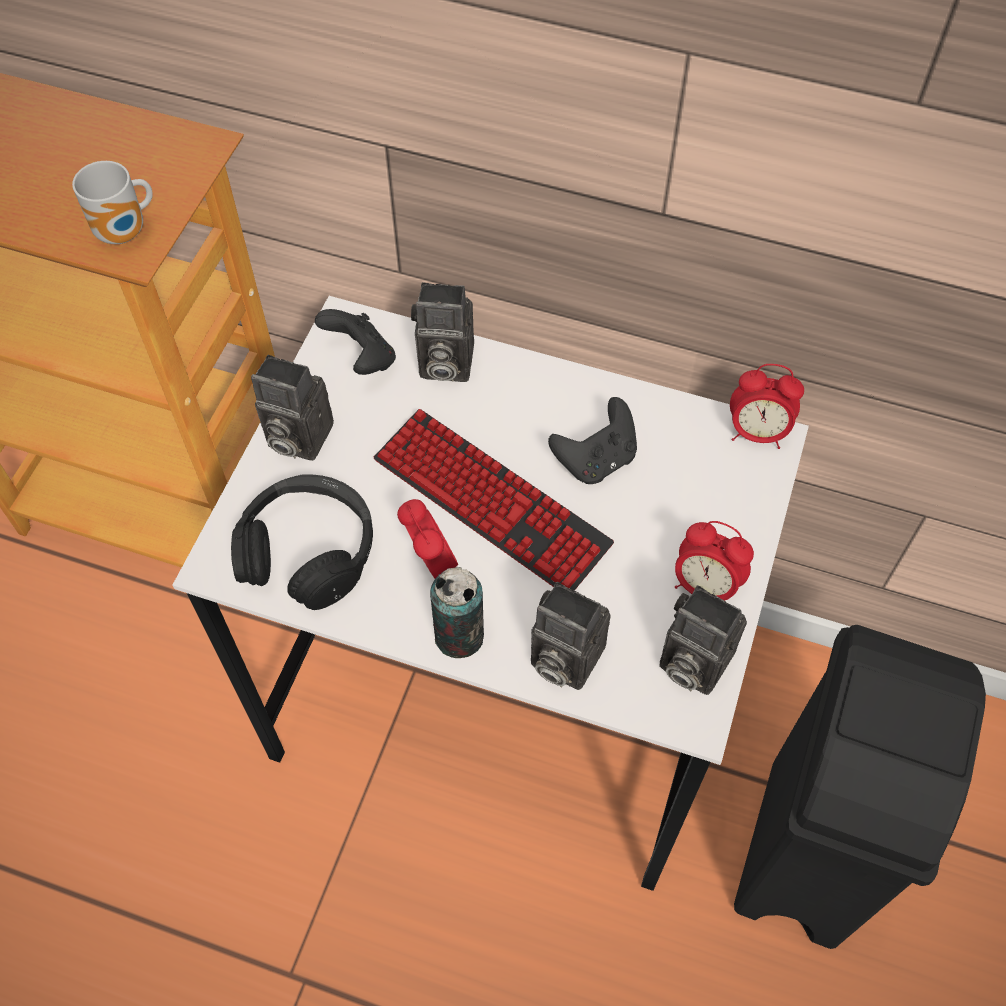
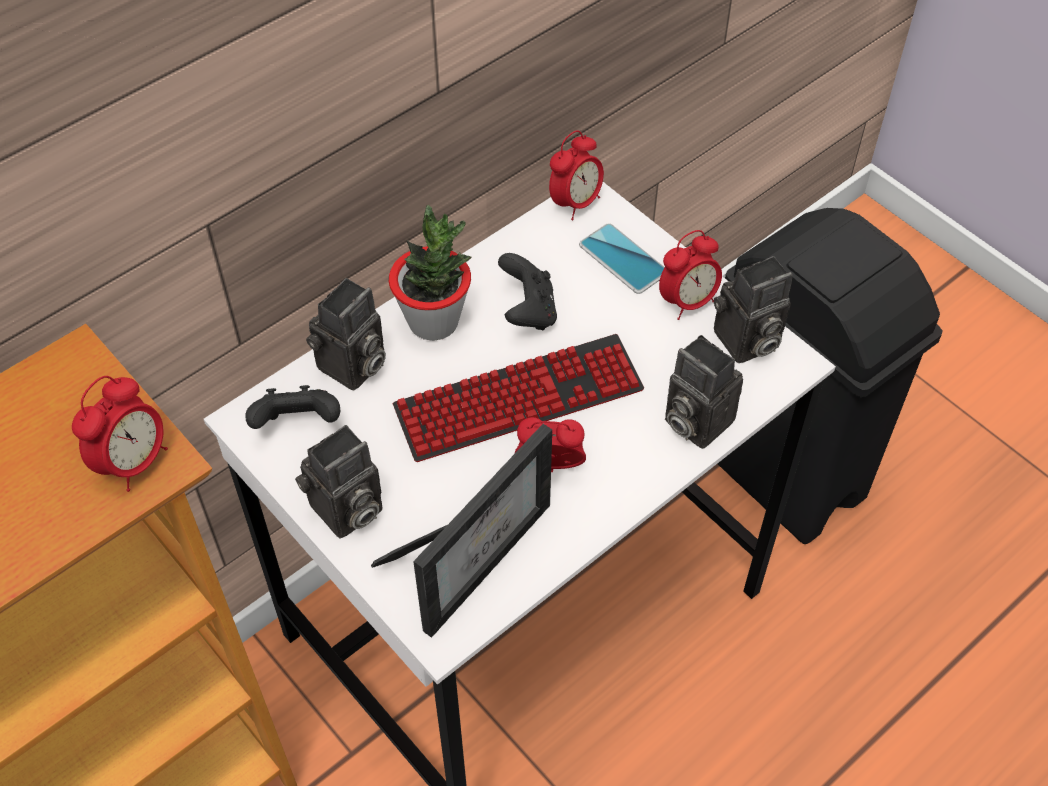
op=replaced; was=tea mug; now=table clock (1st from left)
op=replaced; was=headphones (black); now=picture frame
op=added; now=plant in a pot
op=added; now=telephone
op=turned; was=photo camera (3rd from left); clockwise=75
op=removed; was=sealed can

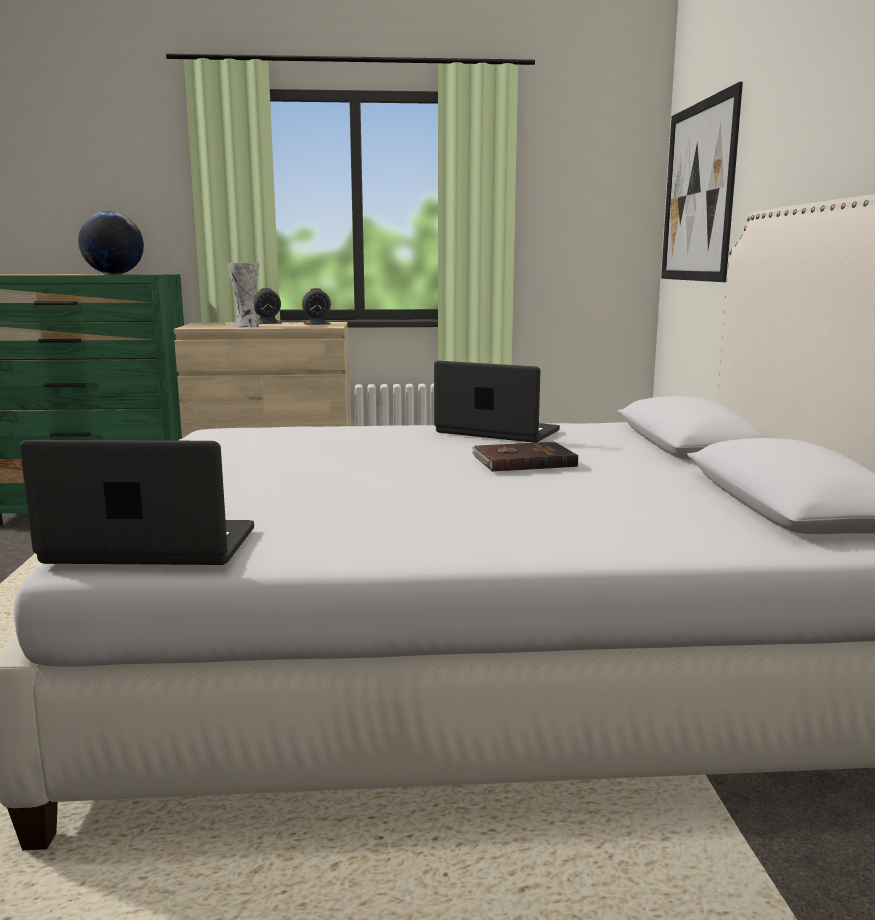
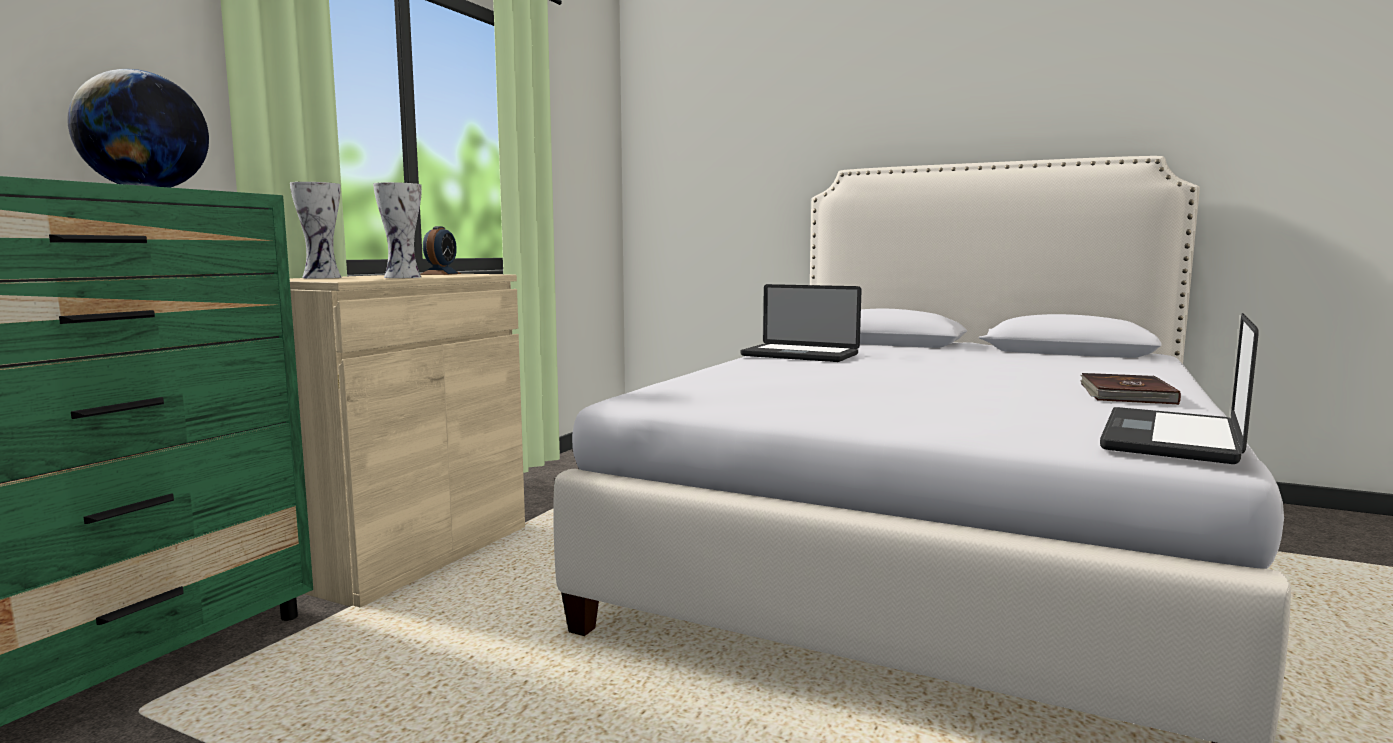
op=added; now=vase (1st from left)
op=turned; was=laptop (2nd from left in the first image); clockwise=-120
op=moved; was=volume (brown)
op=removed; was=table clock (1st from left)
op=removed; was=wall picture

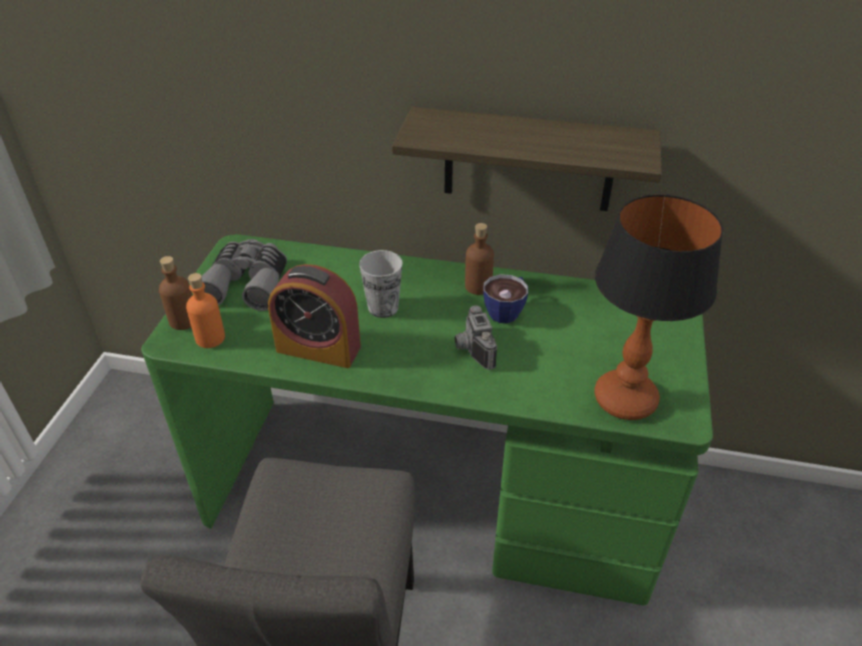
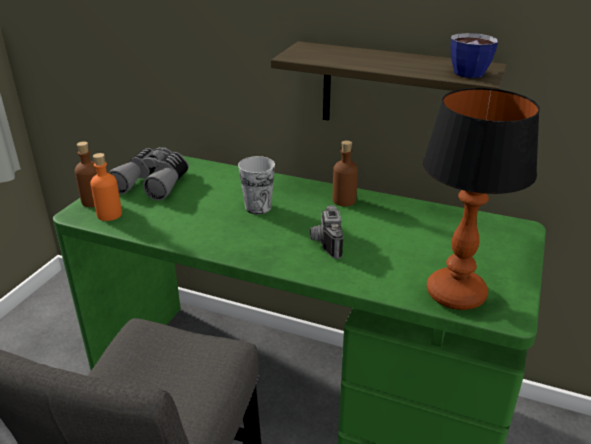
op=moved; was=small cup (2nd from left)
op=removed; was=table clock

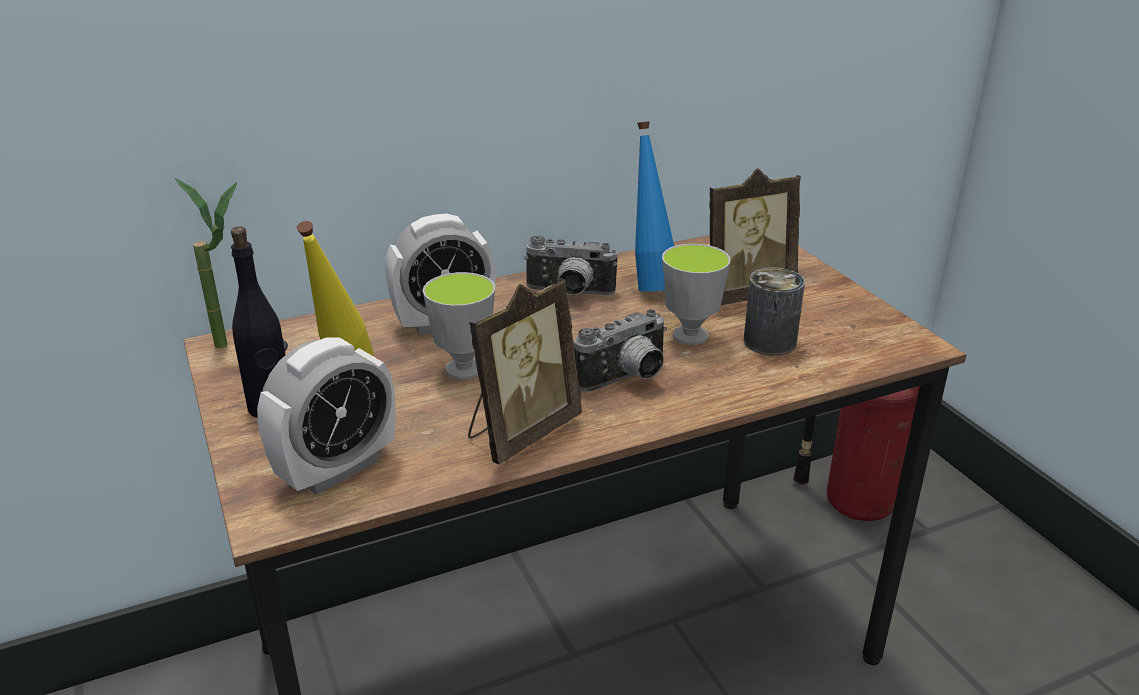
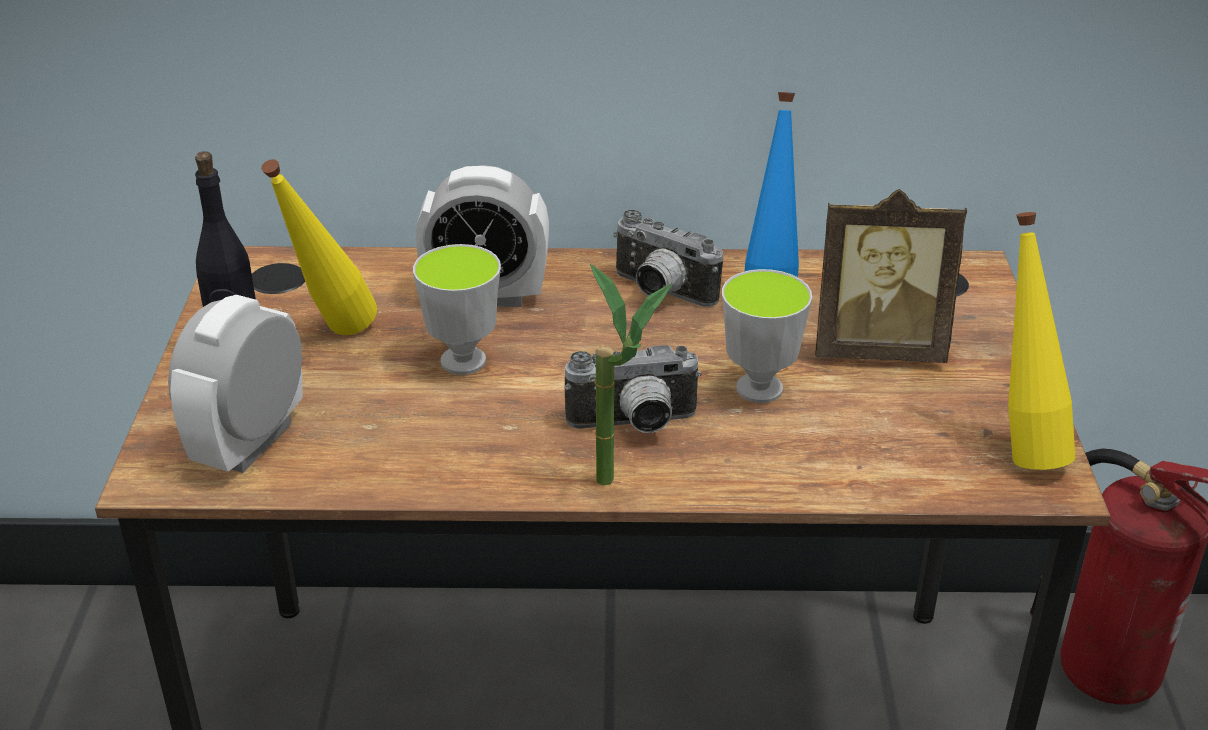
op=turned; was=table clock (1st from left); clockwise=135
op=moved; was=plant in a pot
op=added; now=bottle (yellow-coloured) (2nd from left)
op=removed; was=picture frame (1st from left)
op=removed; was=sealed can

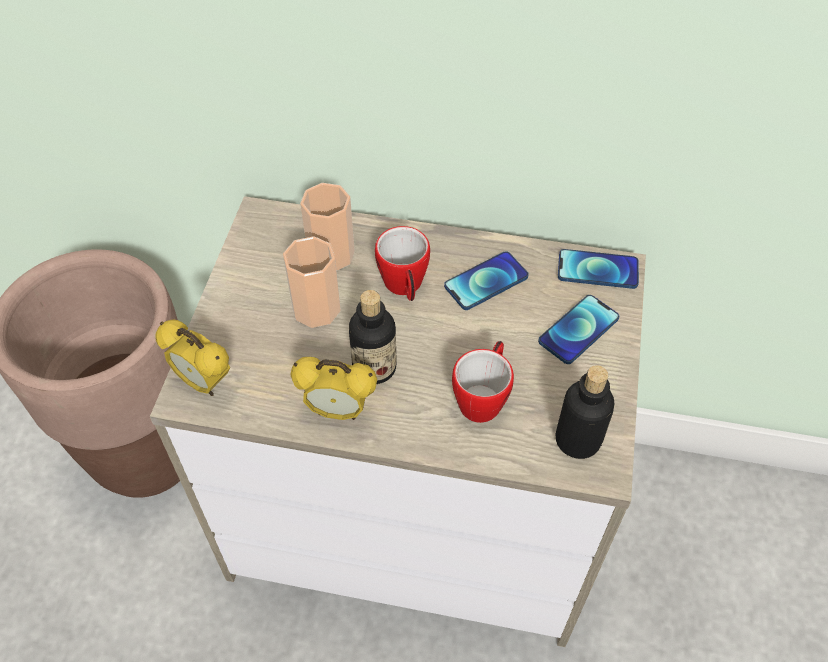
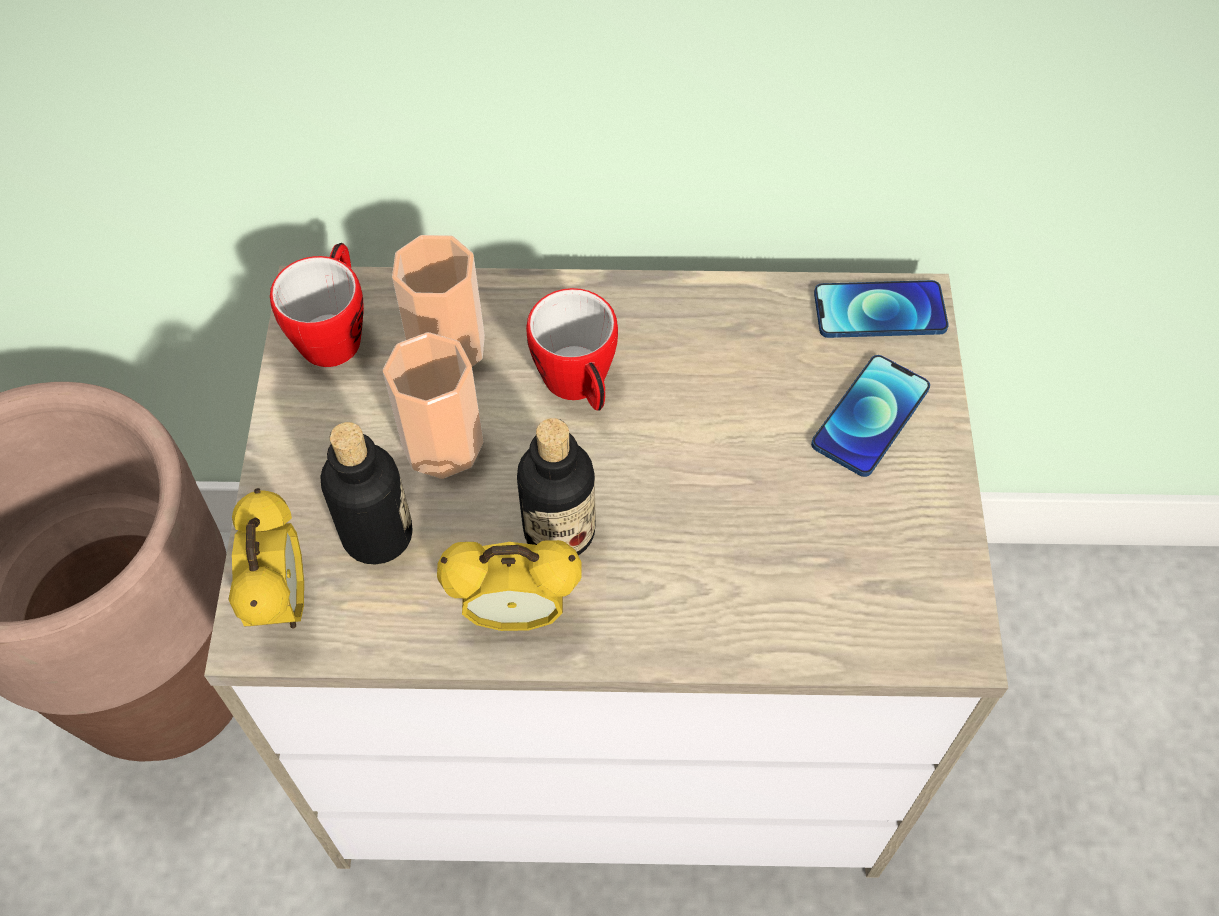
op=turned; was=table clock (1st from left); clockwise=-120
op=moved; was=tea mug (2nd from left in the first image); now=tea mug (1st from left)
op=moved; was=bottle (2nd from left in the first image); now=bottle (1st from left)
op=removed; was=telephone (1st from left)

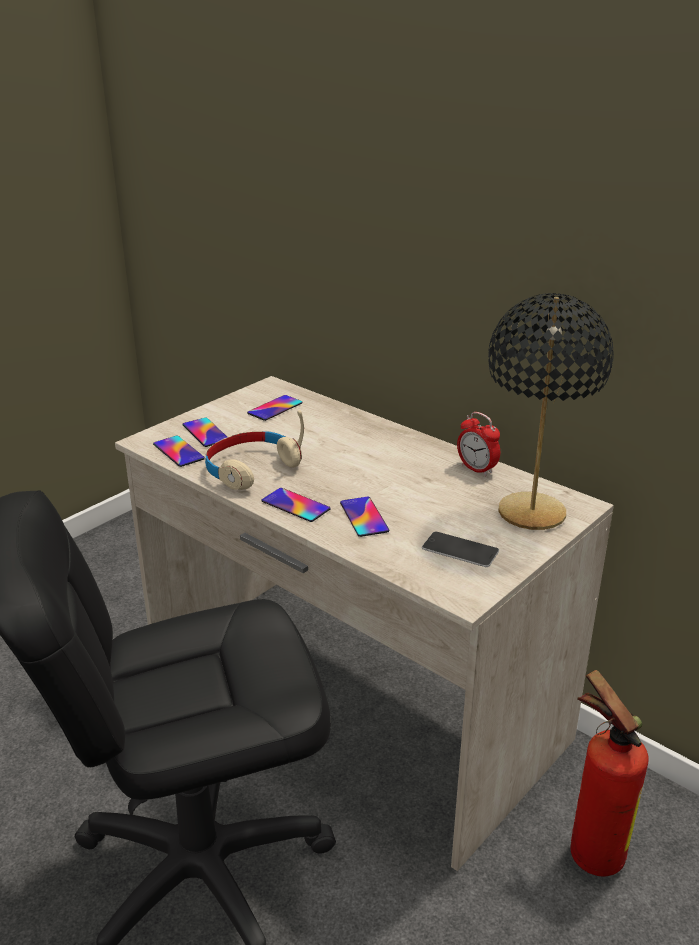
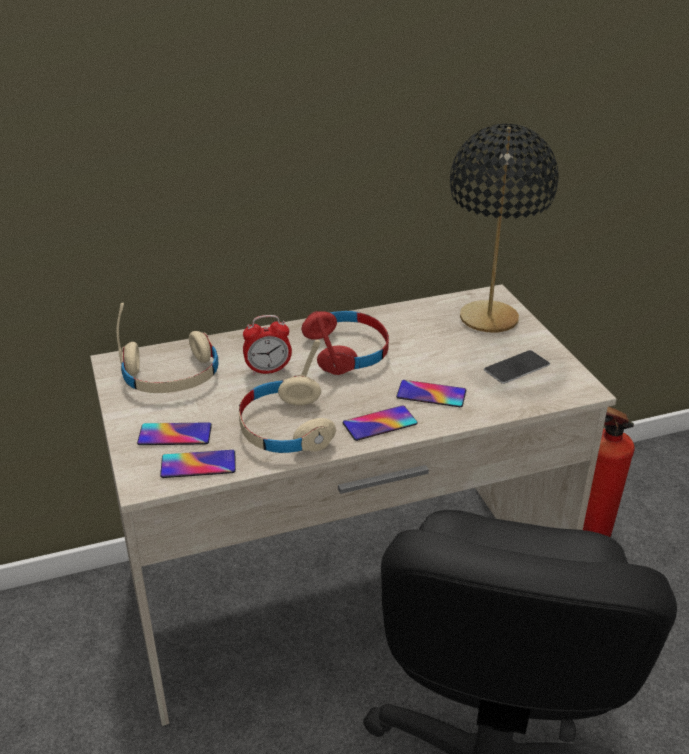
op=replaced; was=telephone (3rd from left); now=headphones (sand-coloured) (1st from left)
op=moved; was=table clock
op=added; now=headphones (reddish)

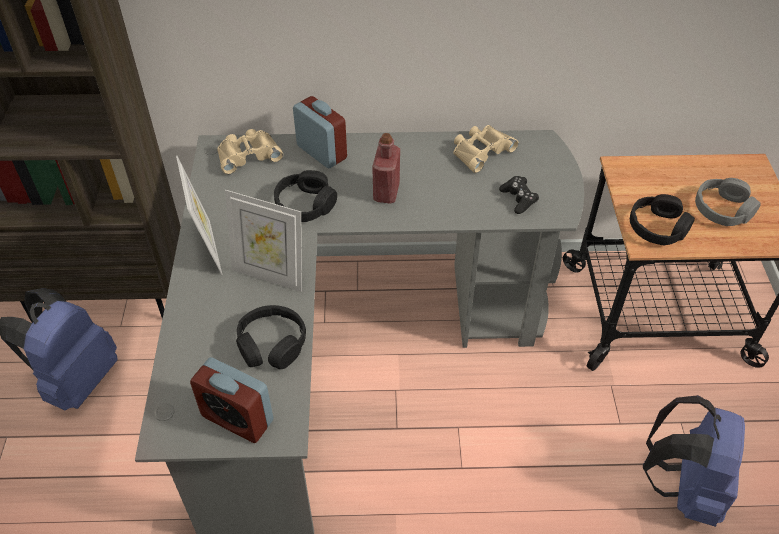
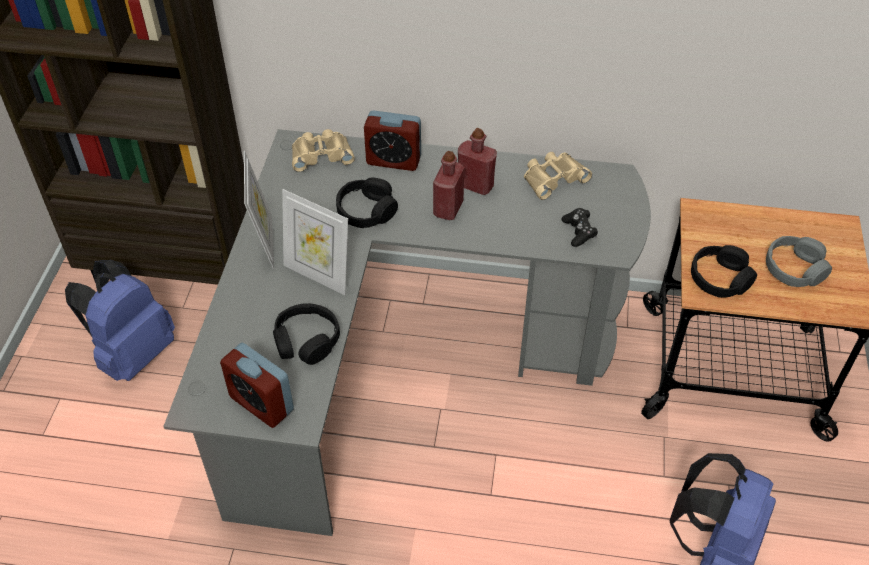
op=turned; was=table clock (2nd from left); clockwise=135
op=added; now=bottle (reddish) (2nd from left)

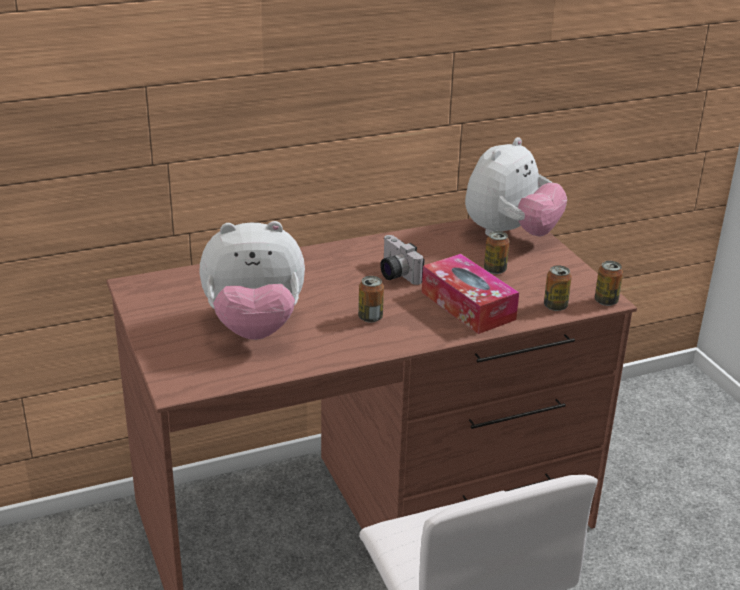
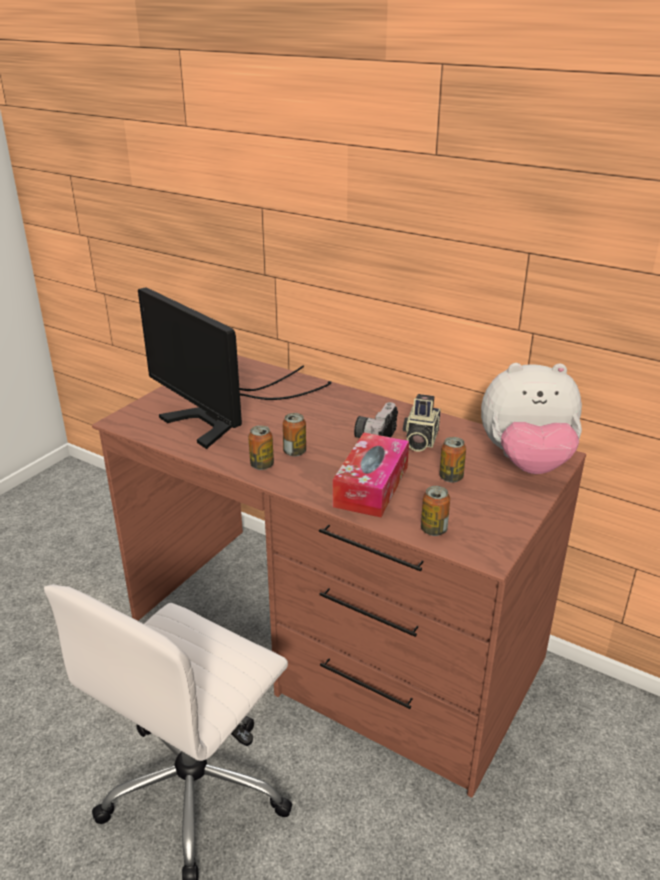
op=replaced; was=cuddly toy (1st from left); now=computer screen
op=moved; was=sealed can (4th from left in the first image); now=sealed can (1st from left)
op=added; now=photo camera (2nd from left)

